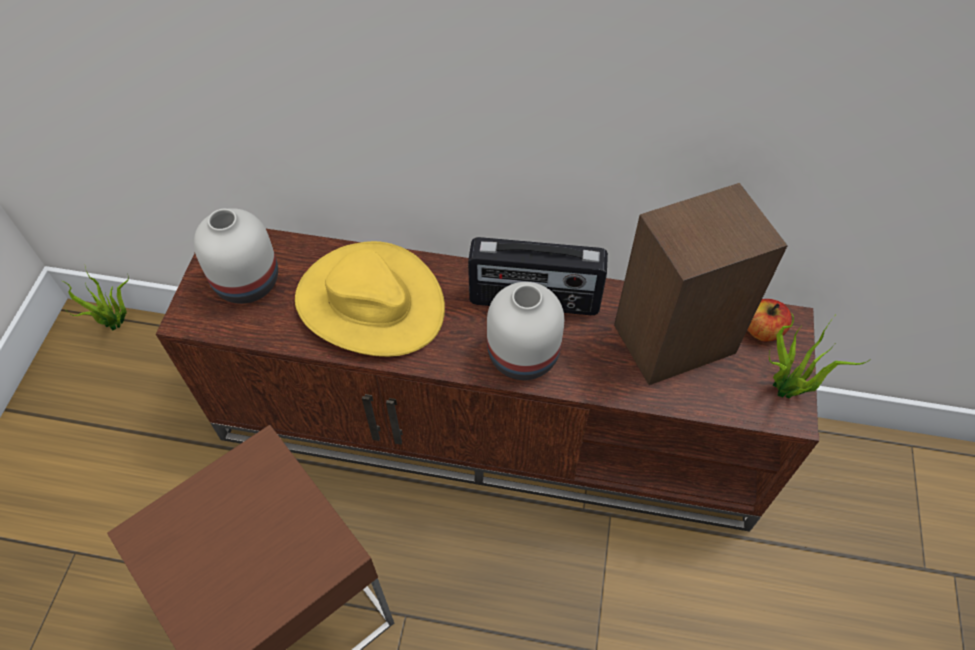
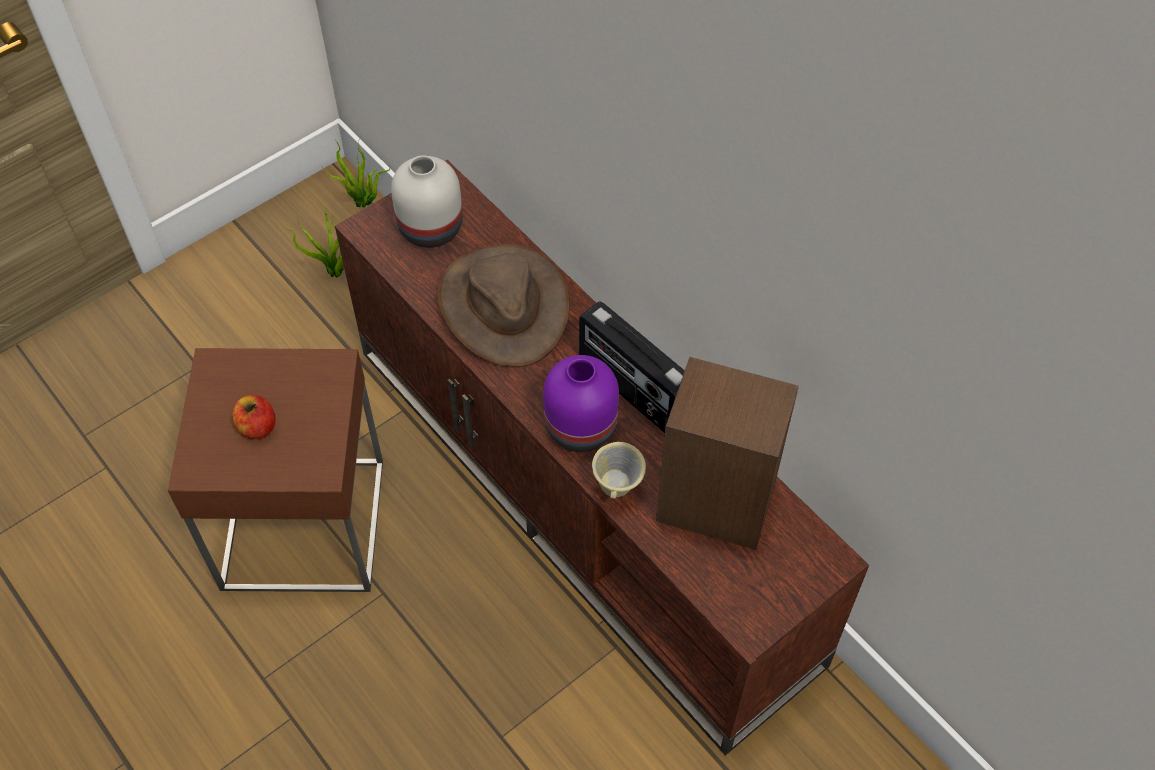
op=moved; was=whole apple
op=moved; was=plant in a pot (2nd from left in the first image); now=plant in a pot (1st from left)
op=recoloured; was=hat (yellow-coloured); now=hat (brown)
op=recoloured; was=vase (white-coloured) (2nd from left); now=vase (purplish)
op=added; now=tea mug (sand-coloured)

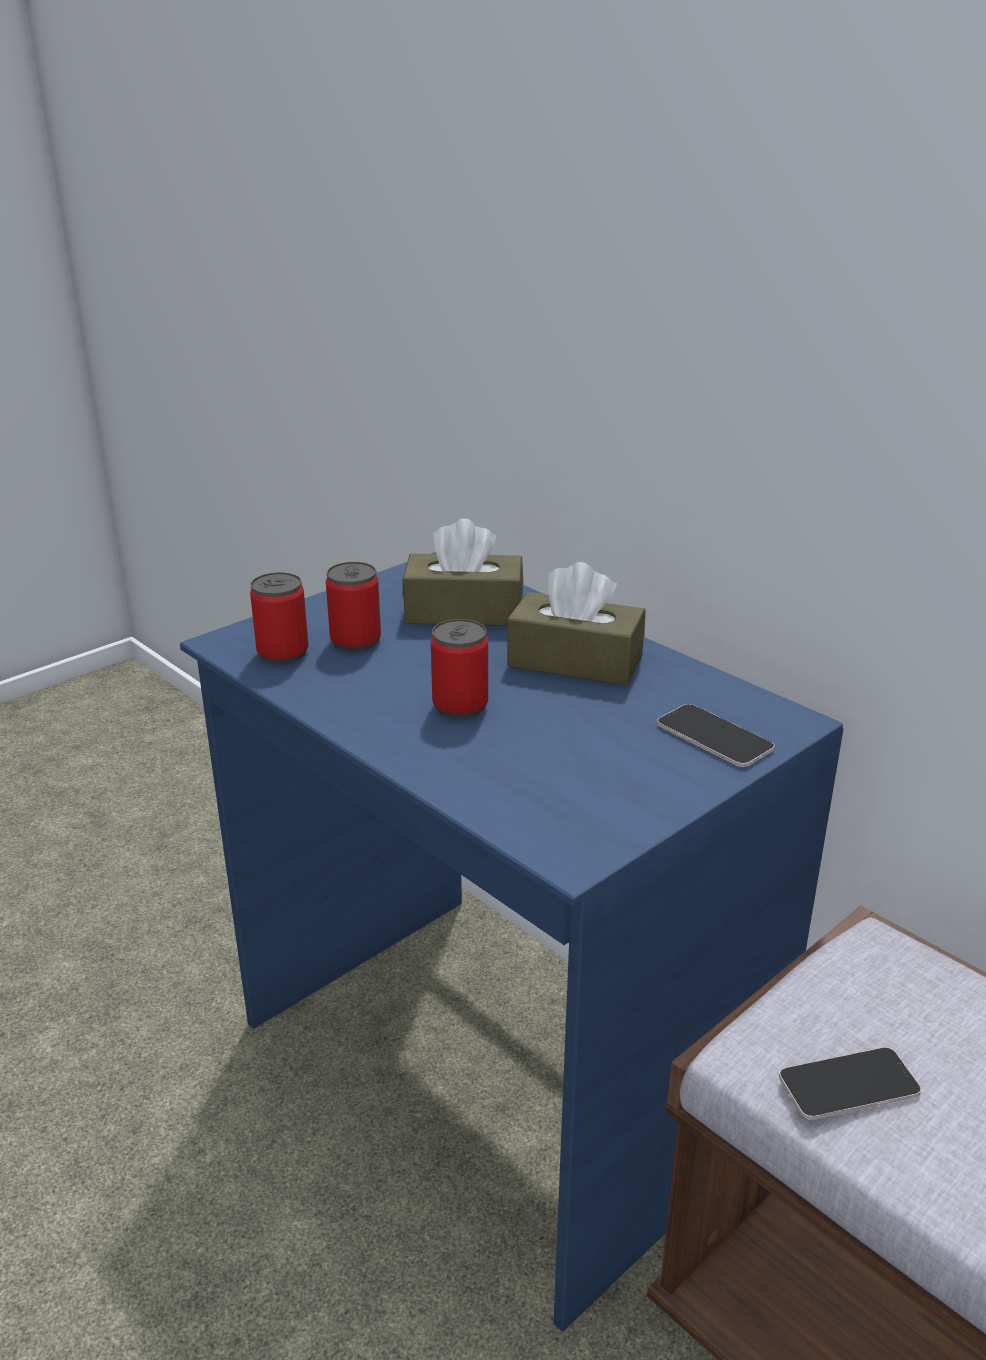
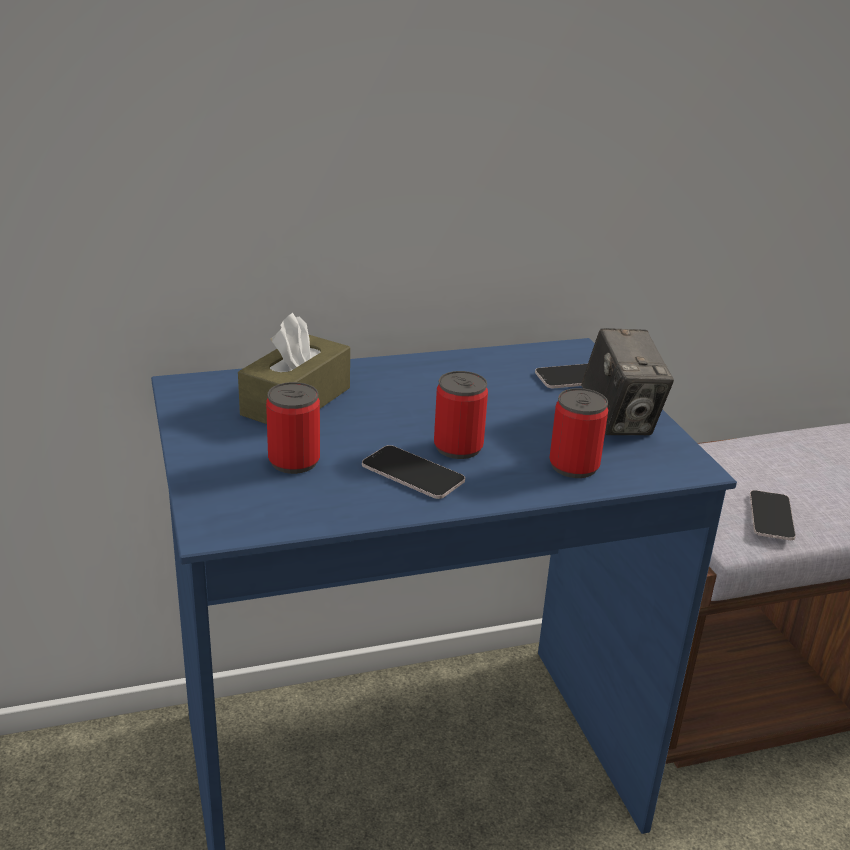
op=added; now=telephone (1st from left)
op=moved; was=sealed can (1st from left in the first image); now=sealed can (3rd from left)
op=added; now=photo camera
op=removed; was=tissue holder (brown) (2nd from left)

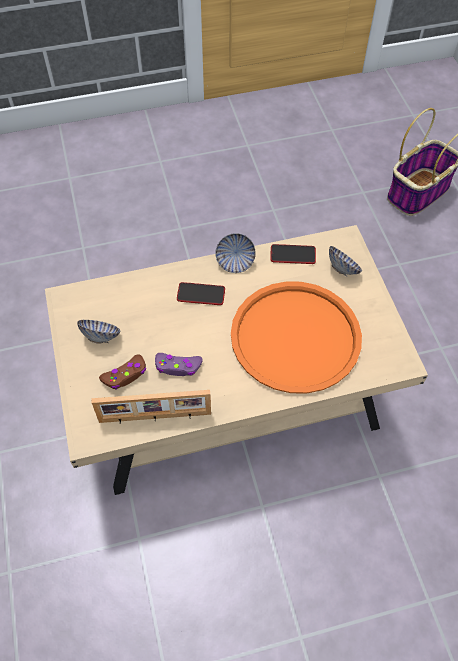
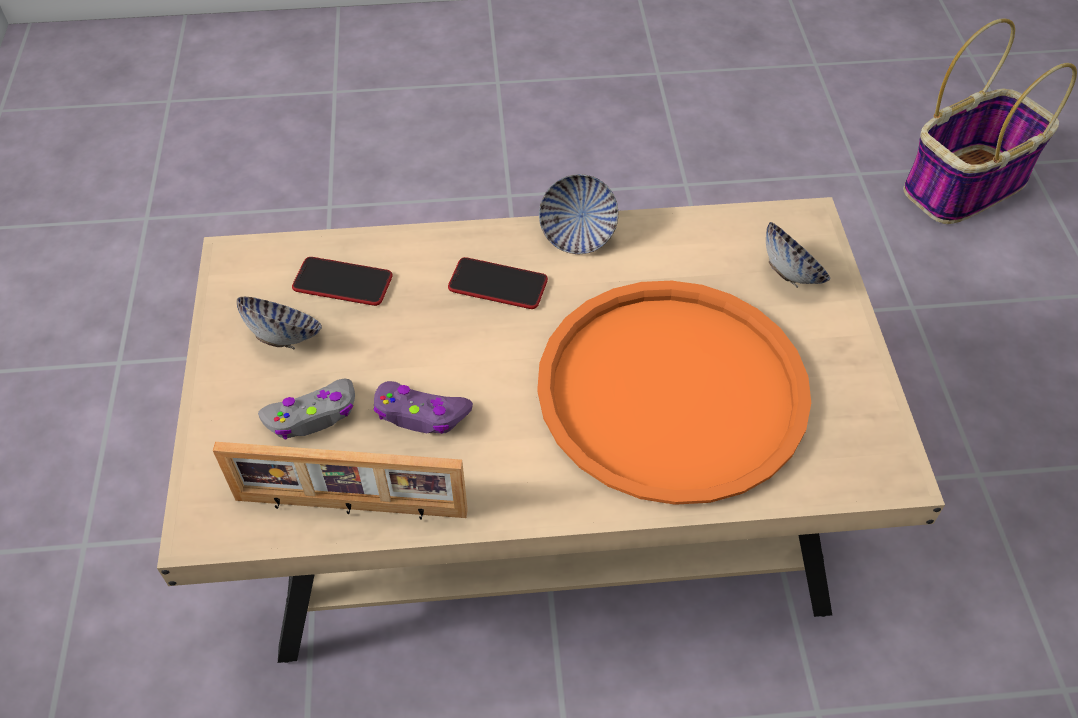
op=recoloured; was=game controller (brown); now=game controller (greyish)
op=moved; was=telephone (2nd from left in the first image); now=telephone (1st from left)

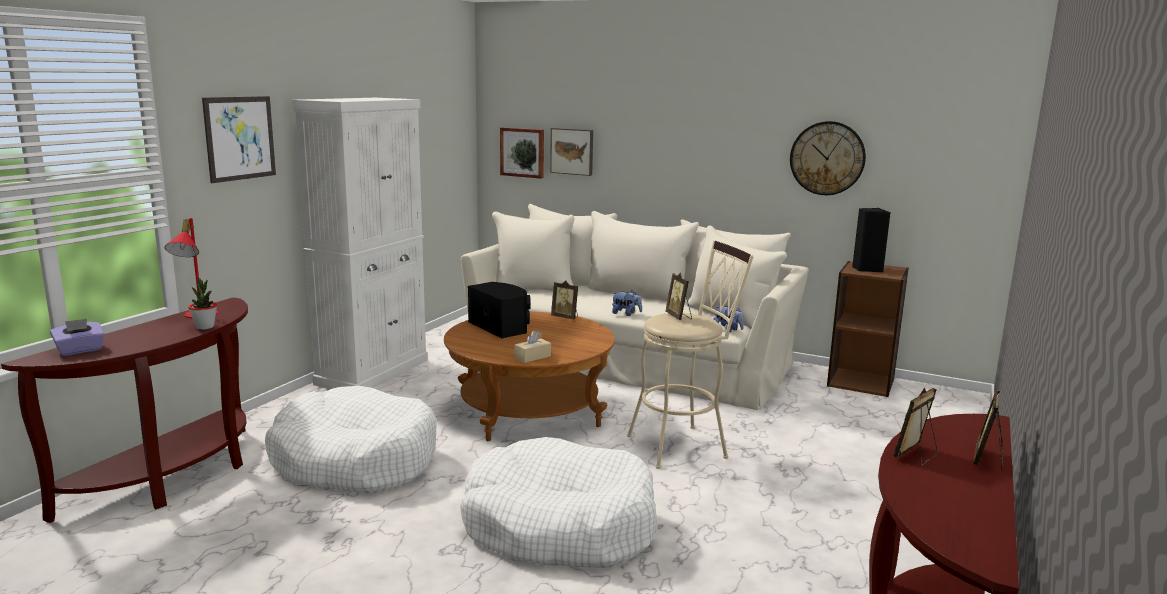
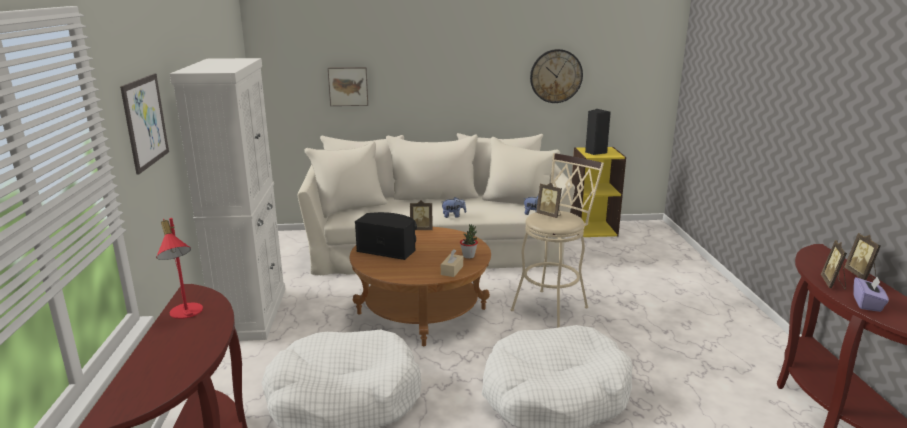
op=moved; was=plant in a pot
op=recoloured; was=shelving unit (brown); now=shelving unit (yellow-coloured)
op=moved; was=tissue holder (purplish)
op=removed; was=wall picture (2nd from left)

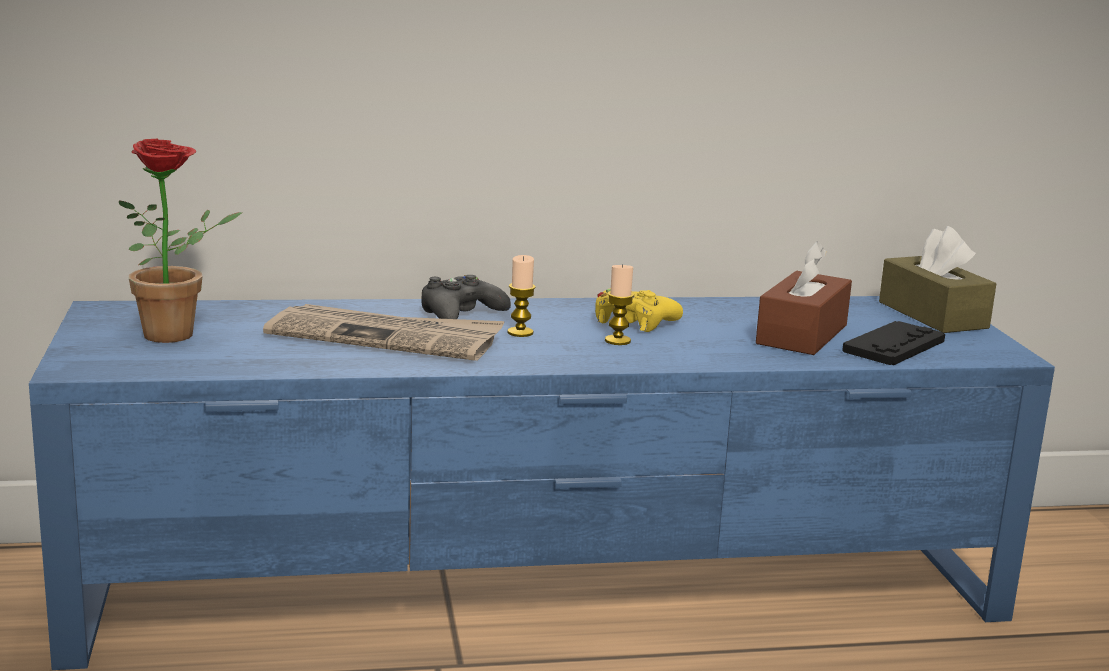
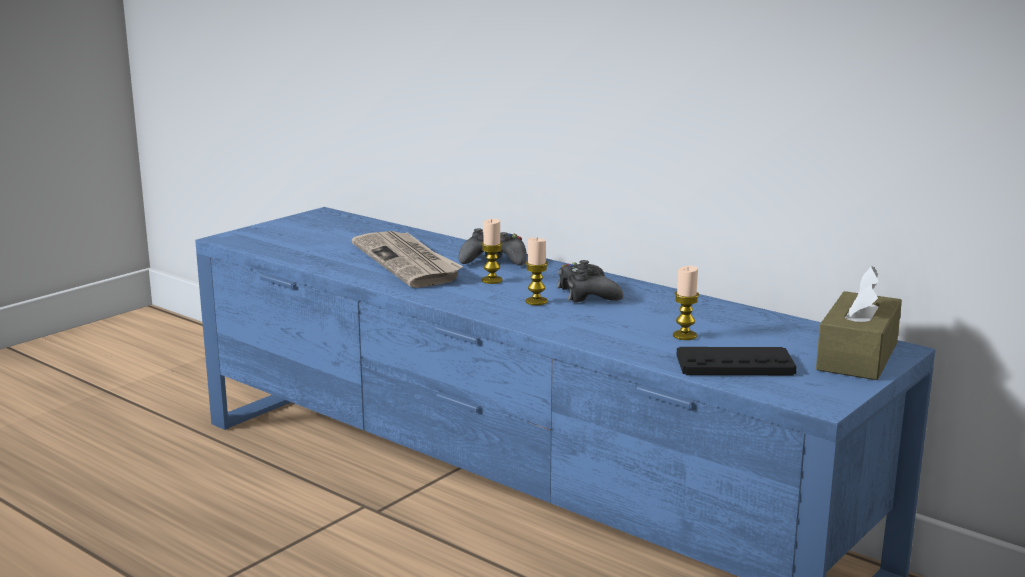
op=recoloured; was=game controller (yellow-coloured); now=game controller (black) (2nd from left)
op=replaced; was=tissue holder (brown) (1st from left); now=candle (3rd from left)
op=removed; was=plant in a pot

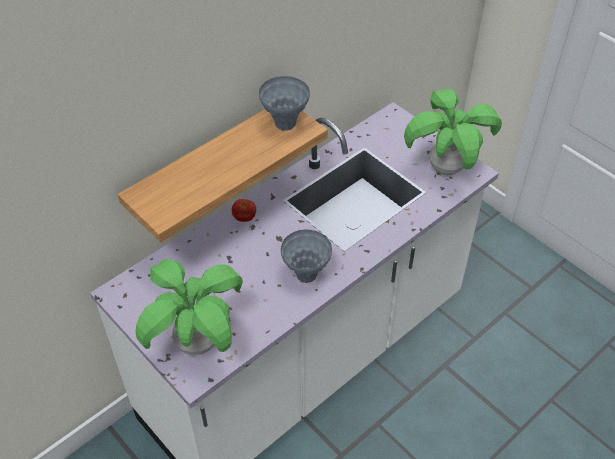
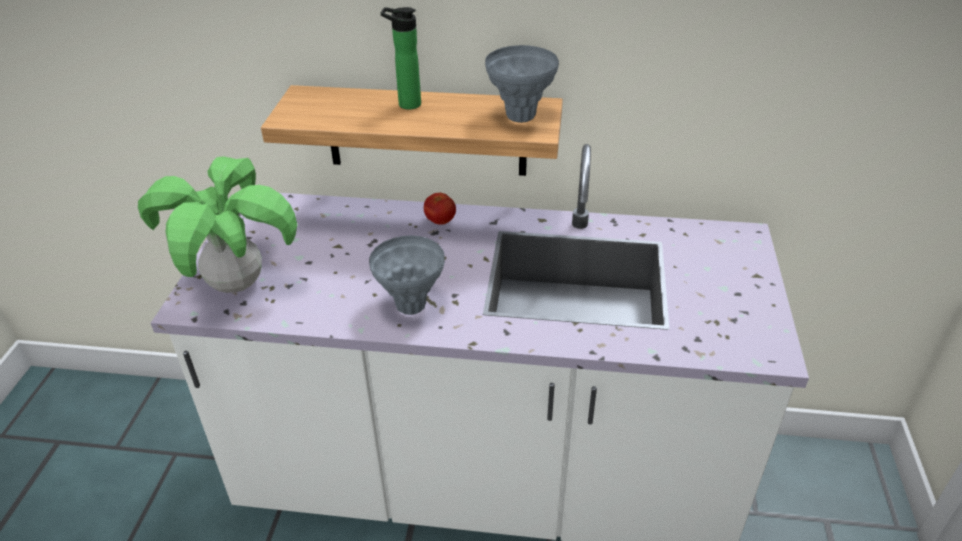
op=added; now=bottle
op=removed; was=plant in a pot (2nd from left)

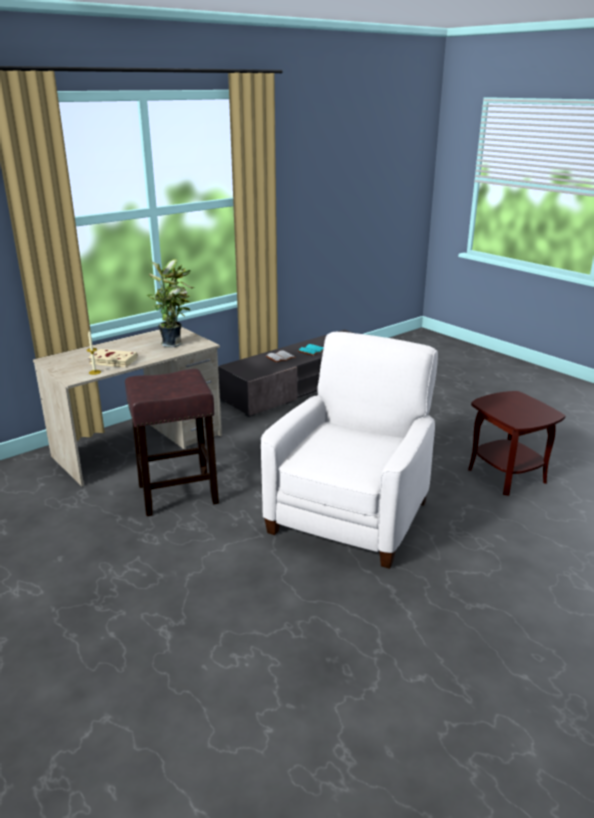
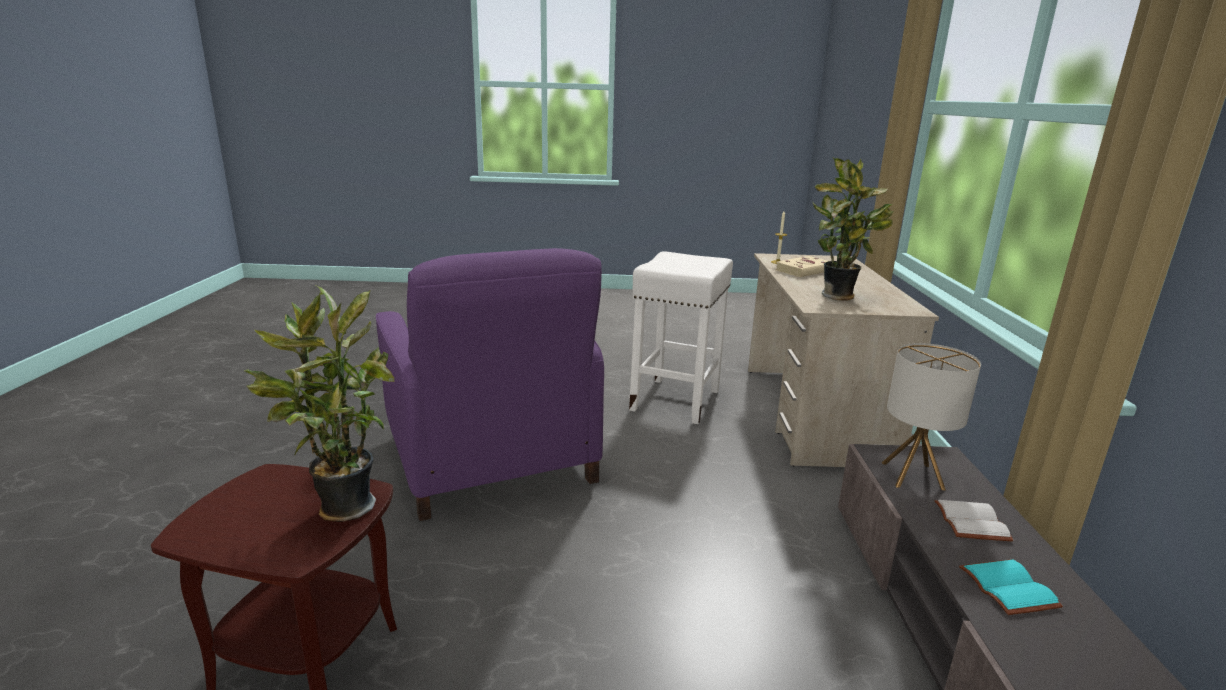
op=added; now=plant in a pot (1st from left)
op=recoloured; was=armchair (white-coloured); now=armchair (purplish)
op=recoloured; was=stool seat (brown); now=stool seat (white-coloured)
op=added; now=table lamp

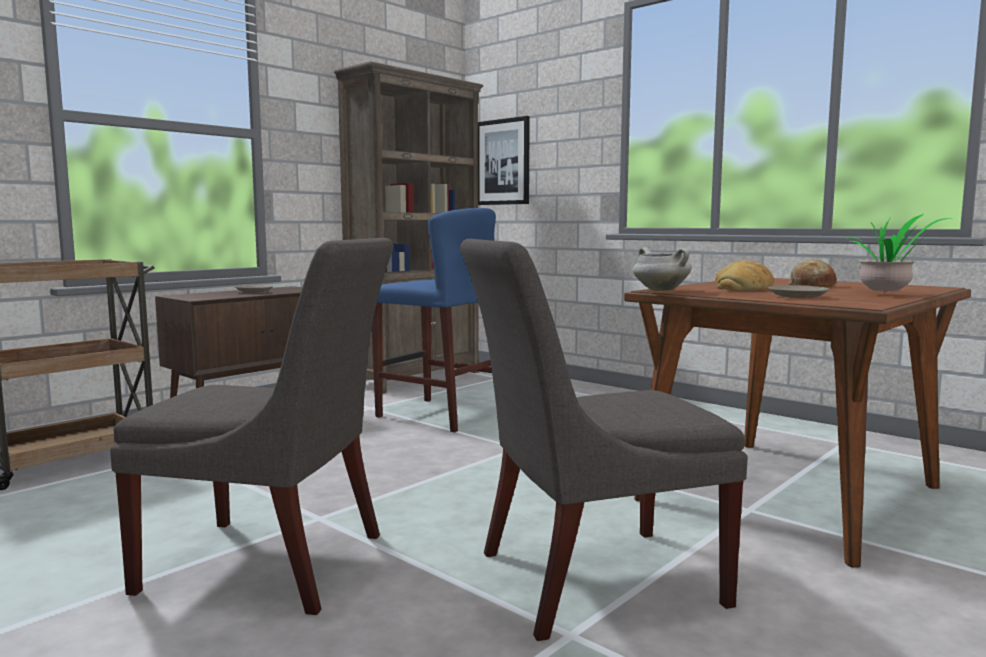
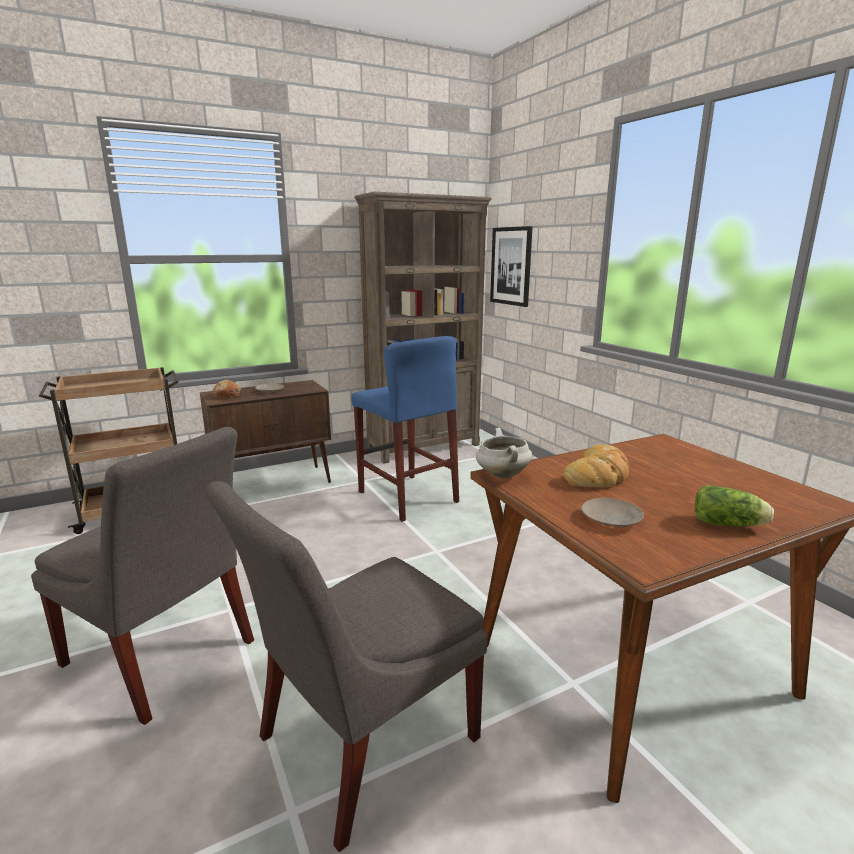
op=turned; was=upright chair (greyish) (2nd from left); clockwise=-45
op=moved; was=bakery bread (2nd from left in the first image); now=bakery bread (1st from left)
op=replaced; was=plant in a pot; now=lettuce head

